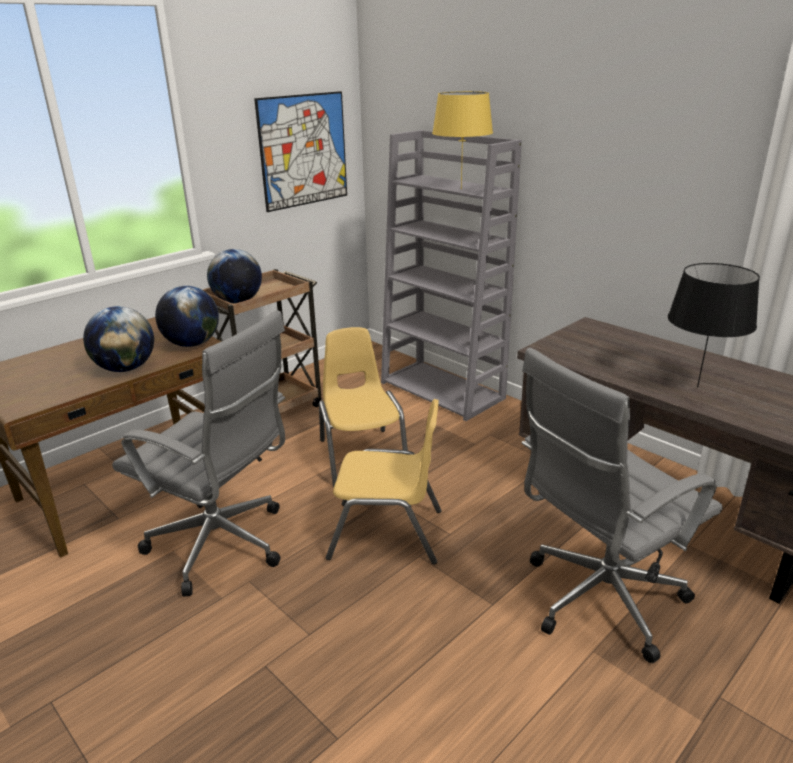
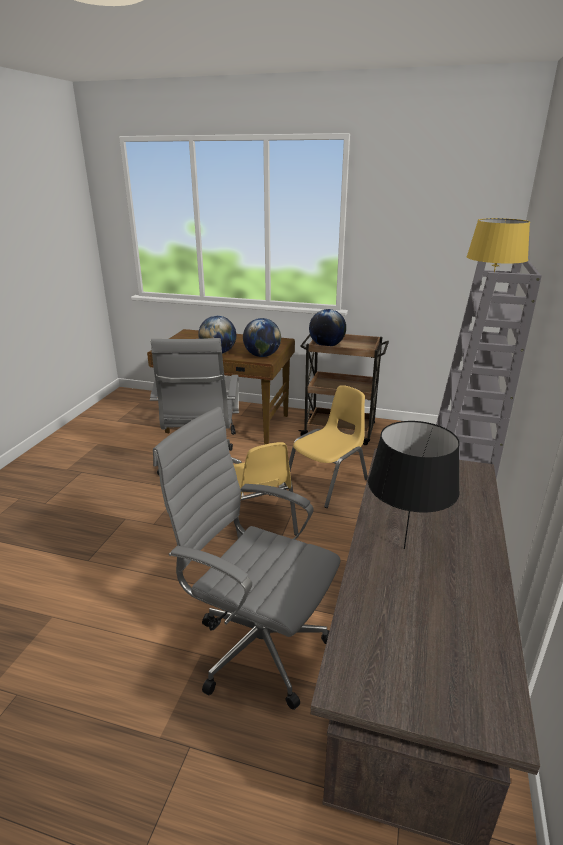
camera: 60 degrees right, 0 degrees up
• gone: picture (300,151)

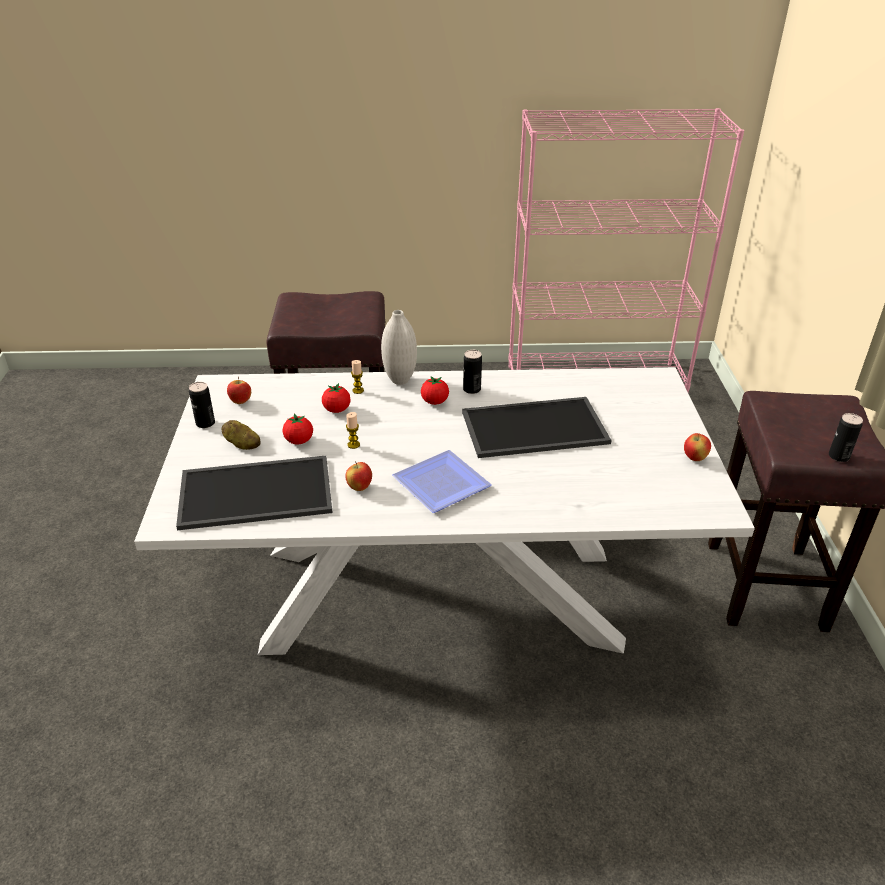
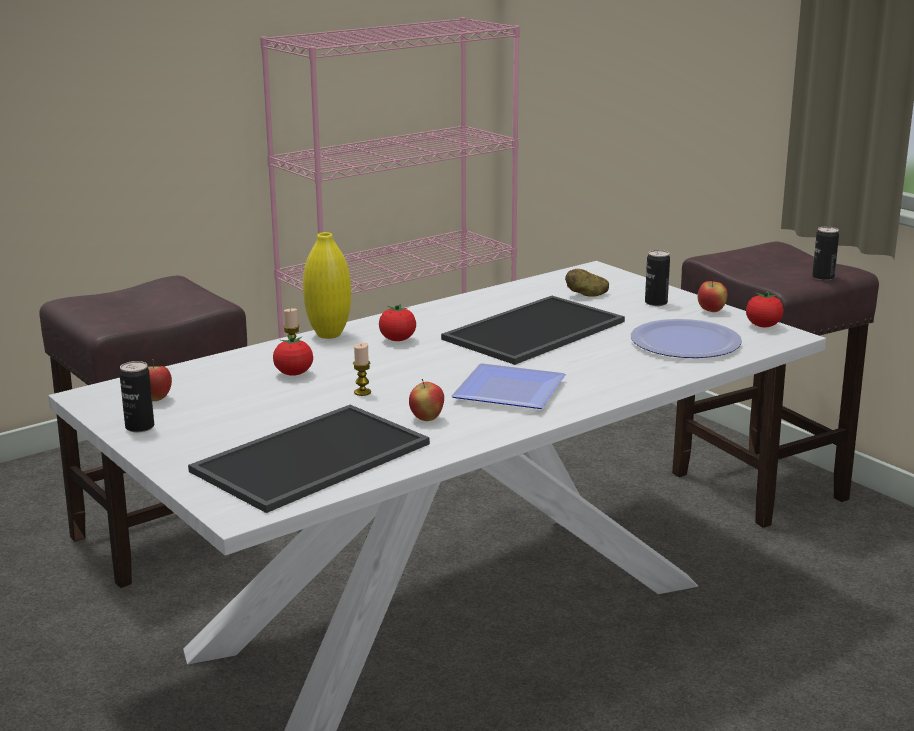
camera: 35 degrees left, 15 degrees down
• new: plate (686,338)
• shifted: potato (241,435) to (587,283)
• shifted: whole tomato (297,429) to (764,309)
• shifted: sealed can (472,372) to (657,278)
• repainted: flower vase in whitish (399,347) to flower vase in yellowish (327,285)

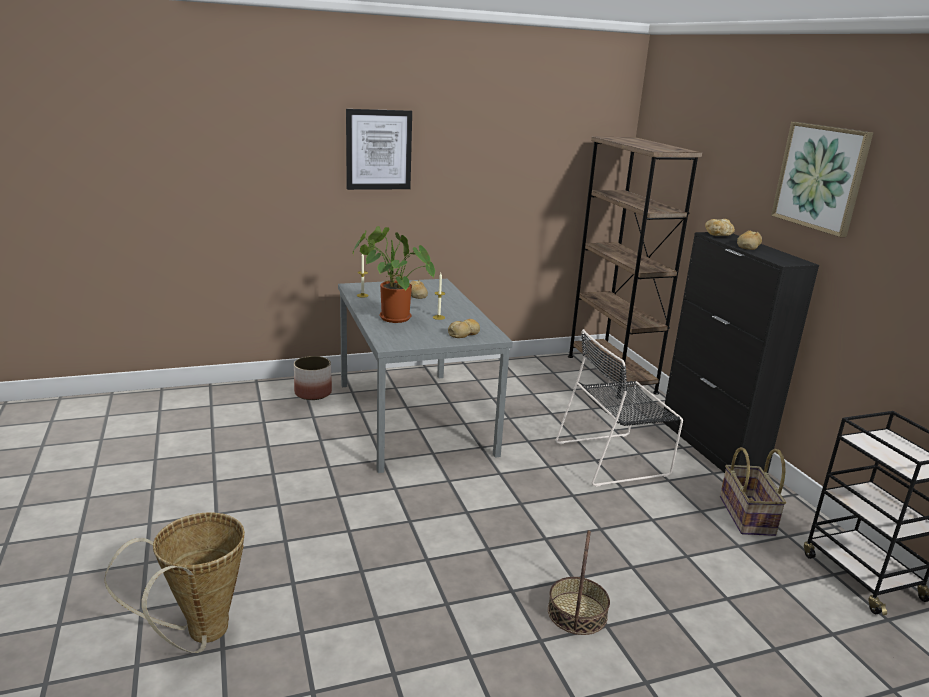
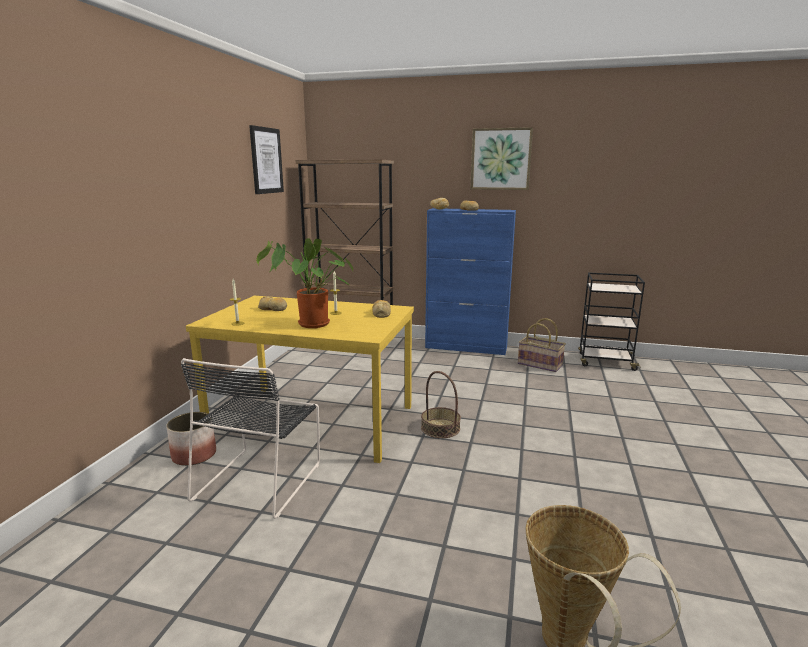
camera: 55 degrees left, 5 degrees down
• shifted: picture (379,149) to (266,159)
• shifted: household basket (579,582) to (441,404)
• shifted: plain chair in blackish (619,408) to (250,438)
• repainted: dining table in greyish (425,376) to dining table in yellowish (300,379)
• repainted: storage cabinet in blackish (740,352) to storage cabinet in blue-coloured (470,281)

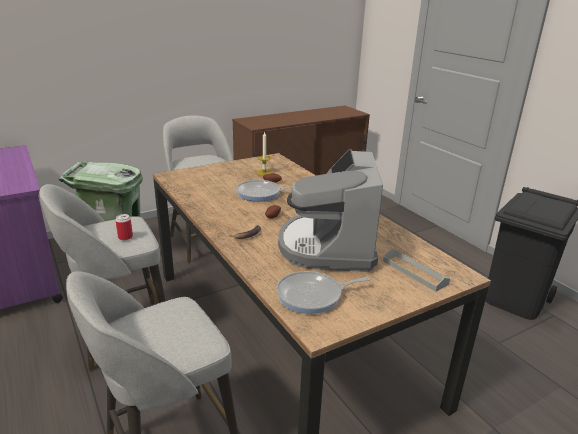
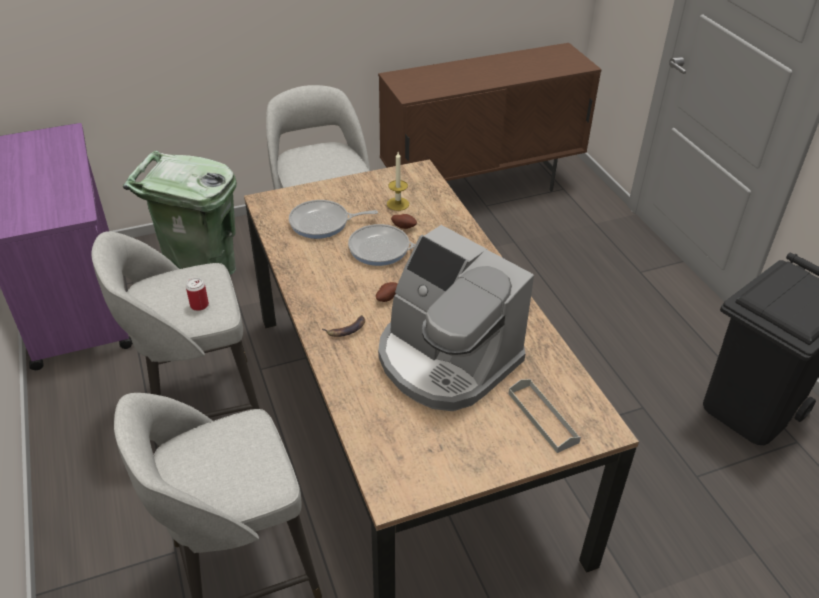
camera: 10 degrees right, 15 degrees up
• shifted: skillet (323,292) to (333,219)
• rotated: coffee maker (330,210) = (456,318) 60 degrees counterclockwise

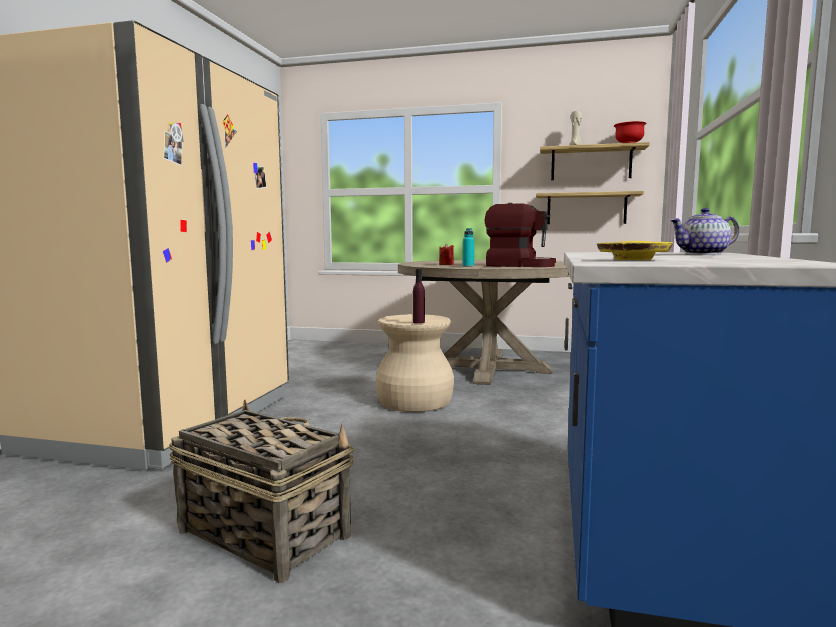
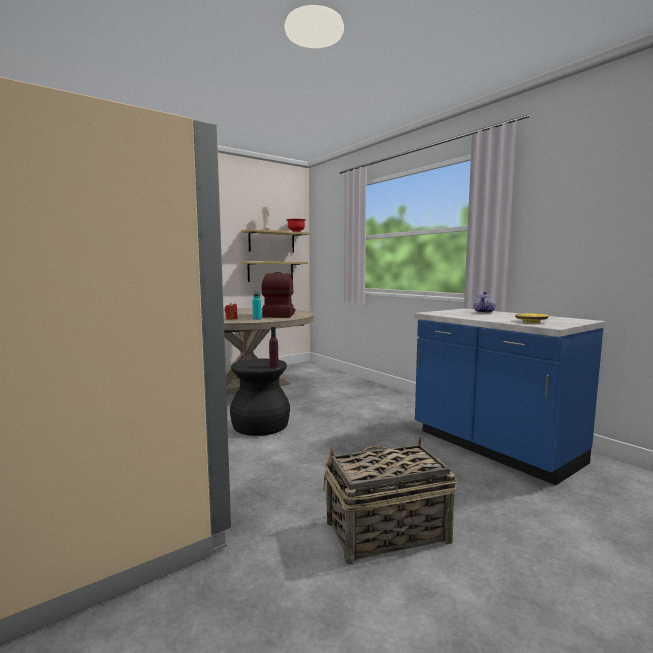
camera: 50 degrees left, 0 degrees up
• repainted: stool seat in beige (415,363) to stool seat in blackish (260,397)
• rotated: coffee maker (520,235) = (278,295) 60 degrees counterclockwise

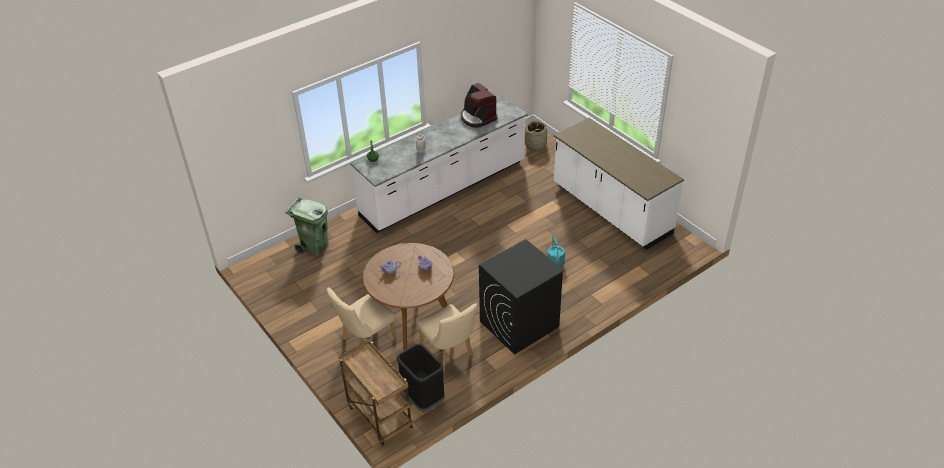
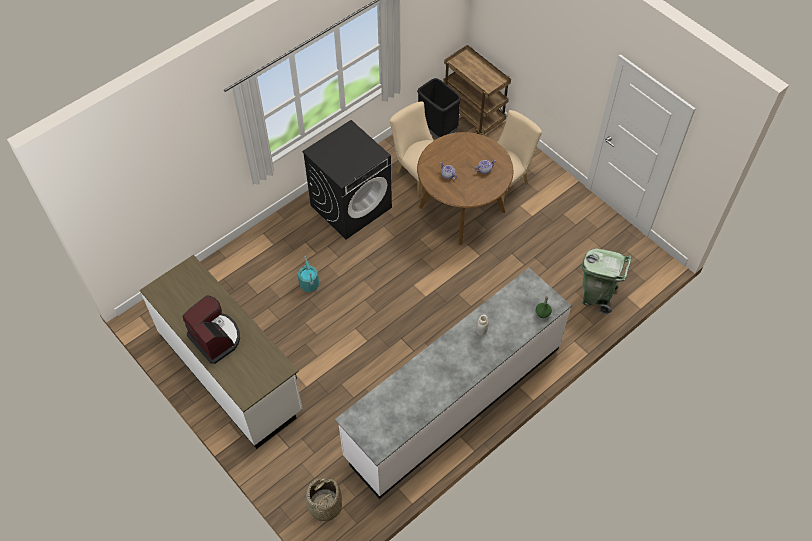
camera: 175 degrees right, 15 degrees up
• shifted: coffee maker (479,105) to (211,329)

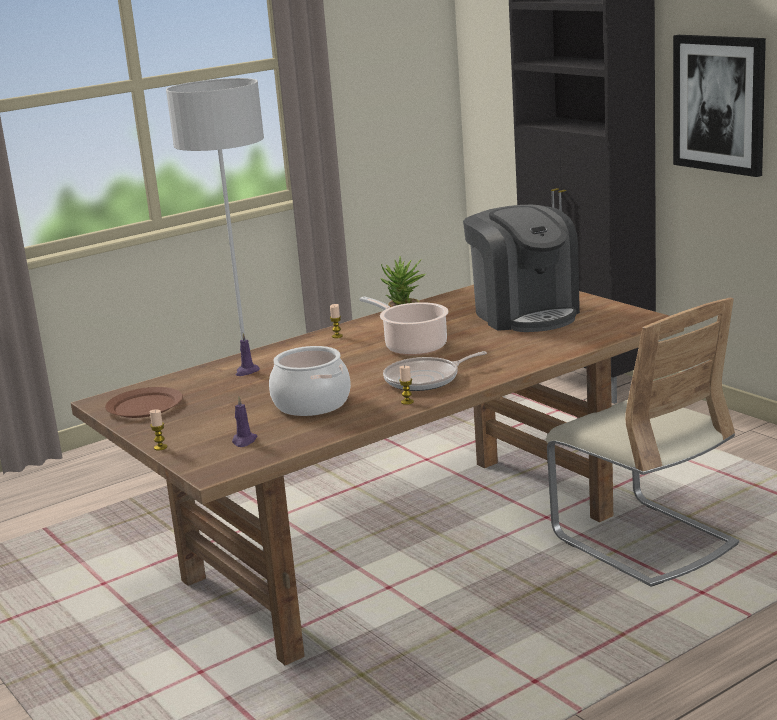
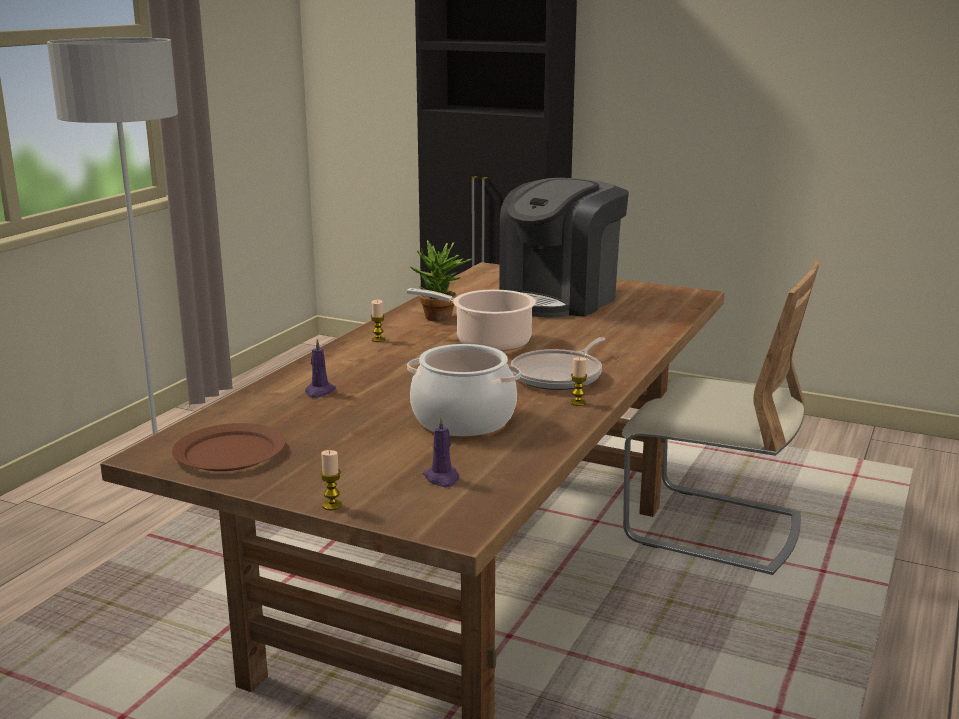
camera: 30 degrees left, 0 degrees up
• gone: picture (719,106)
• rotated: coffee maker (521,268) = (564,248) 90 degrees clockwise

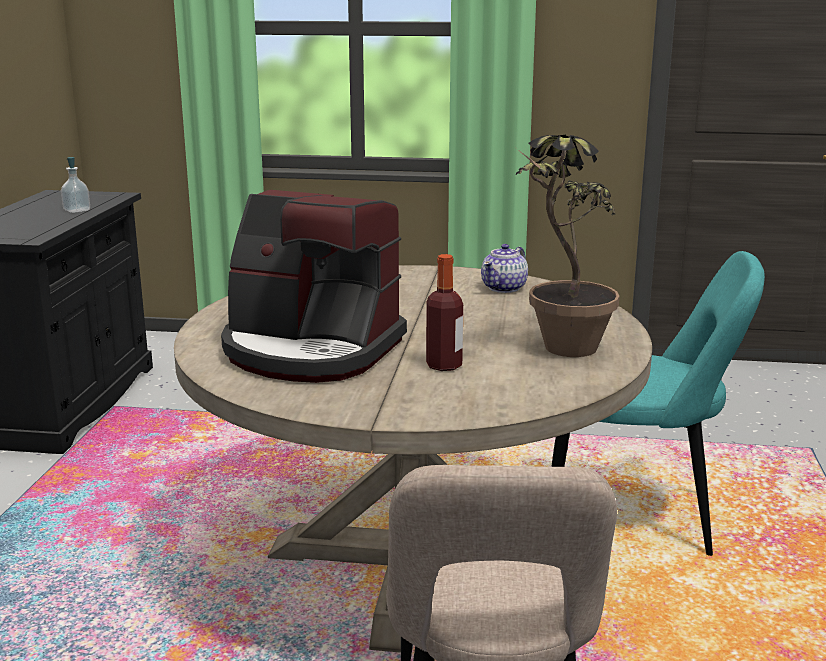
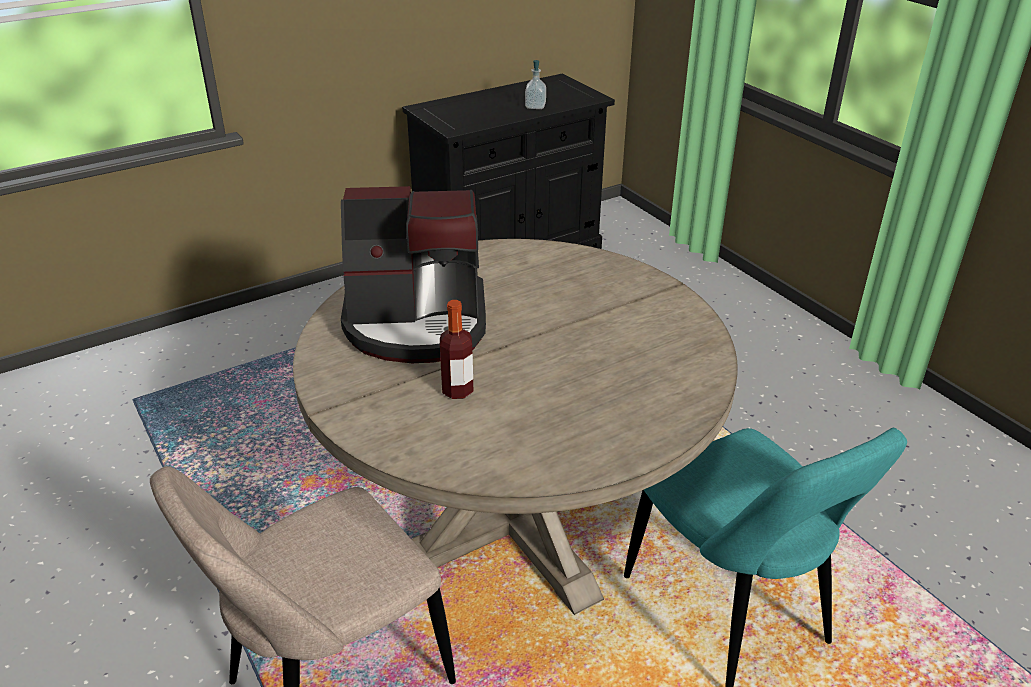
camera: 50 degrees right, 15 degrees up
• gone: pot for tea (504,268)
• gone: potted plant (567,245)
• rotated: coffee maker (314,286) = (413,274) 75 degrees counterclockwise

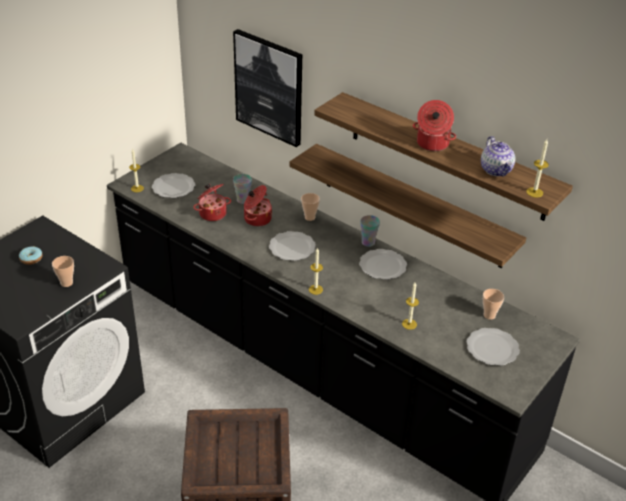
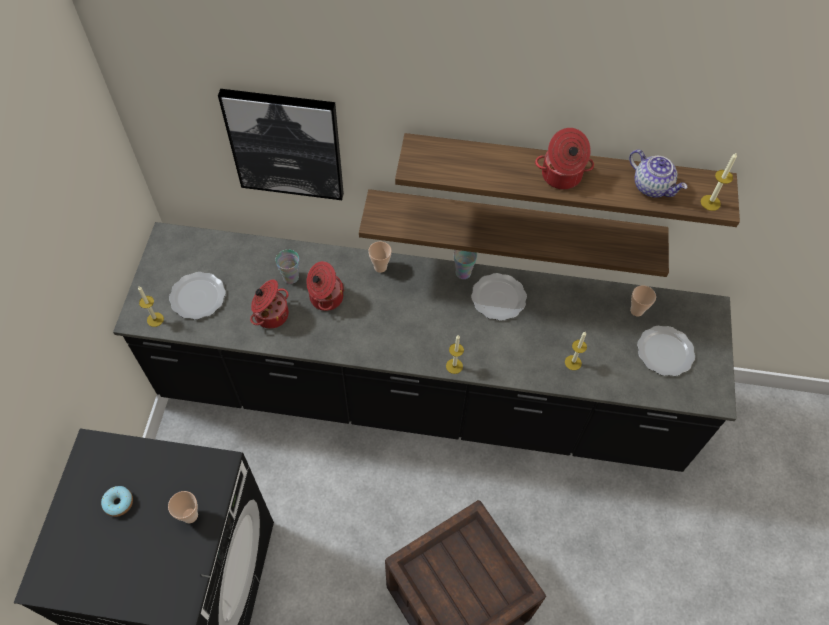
camera: 30 degrees left, 20 degrees up
• gone: plate (292,246)

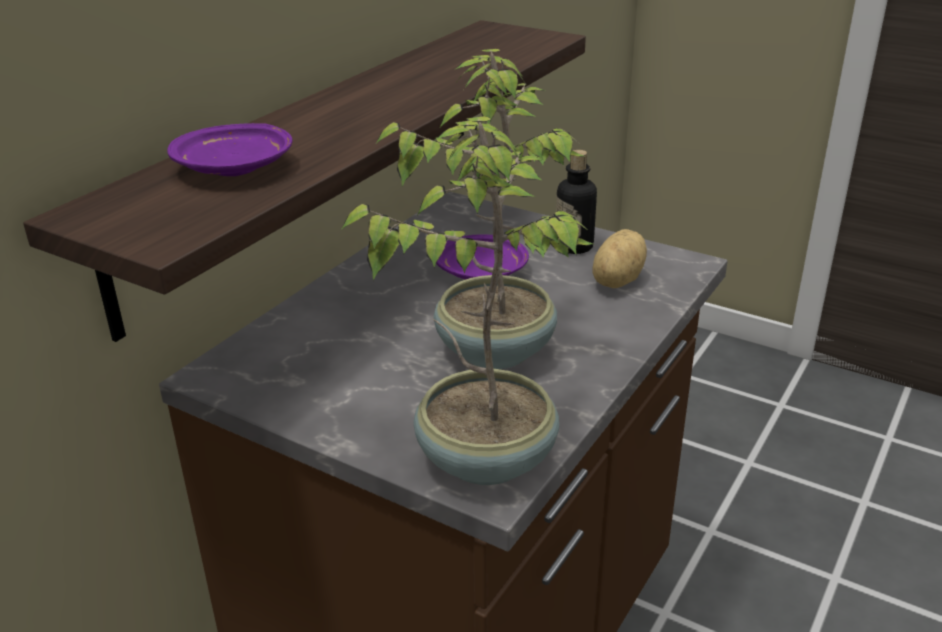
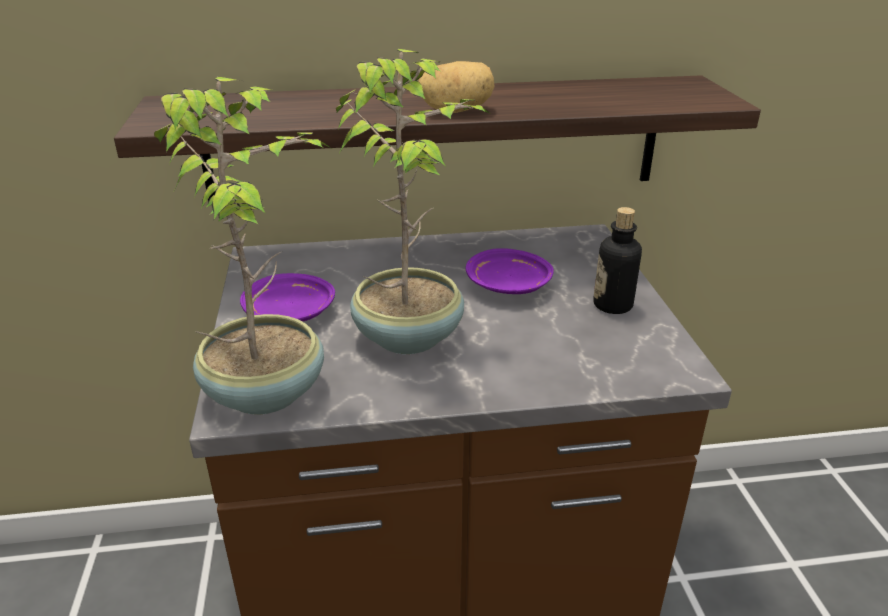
camera: 50 degrees right, 0 degrees up
• shifted: plate in purple (229,149) to (287,297)
• shifted: potato (619,258) to (456,87)

